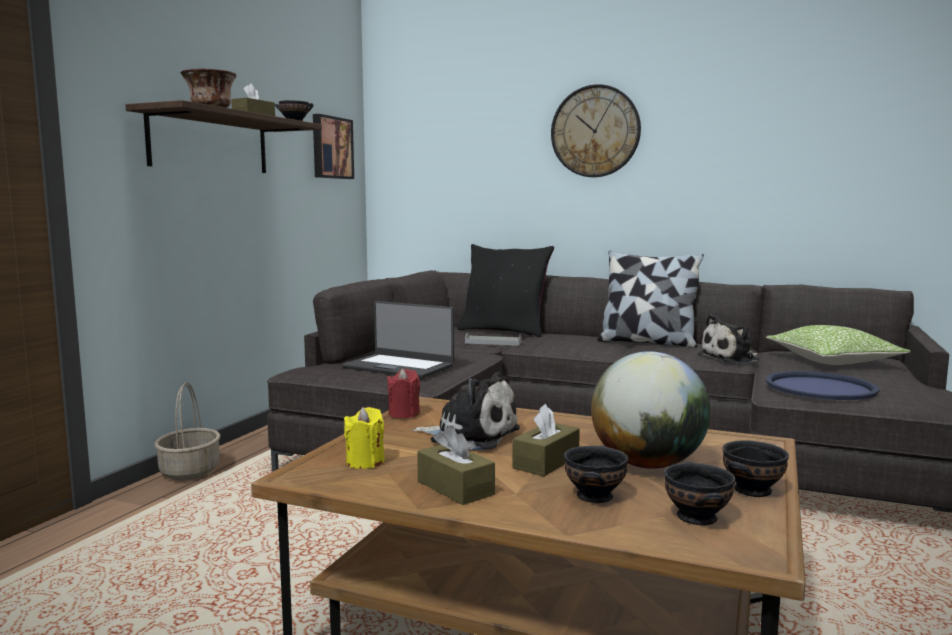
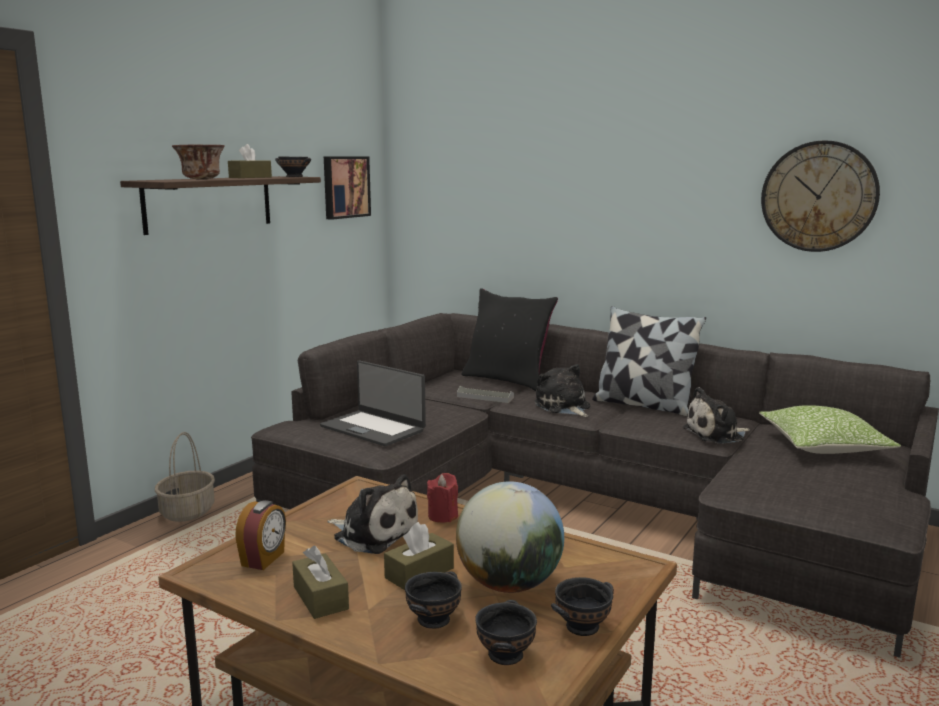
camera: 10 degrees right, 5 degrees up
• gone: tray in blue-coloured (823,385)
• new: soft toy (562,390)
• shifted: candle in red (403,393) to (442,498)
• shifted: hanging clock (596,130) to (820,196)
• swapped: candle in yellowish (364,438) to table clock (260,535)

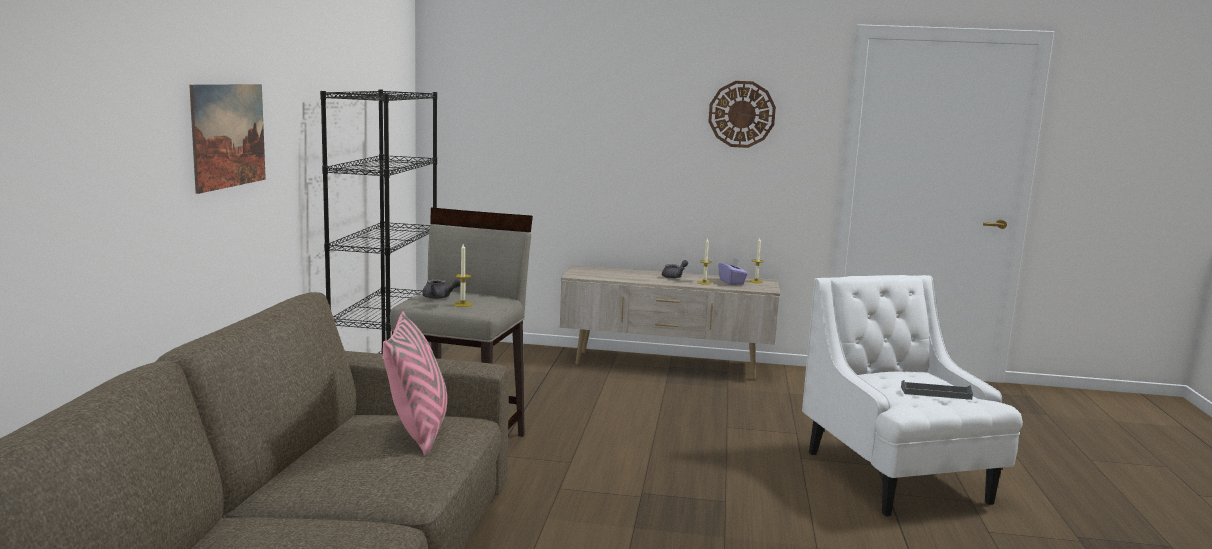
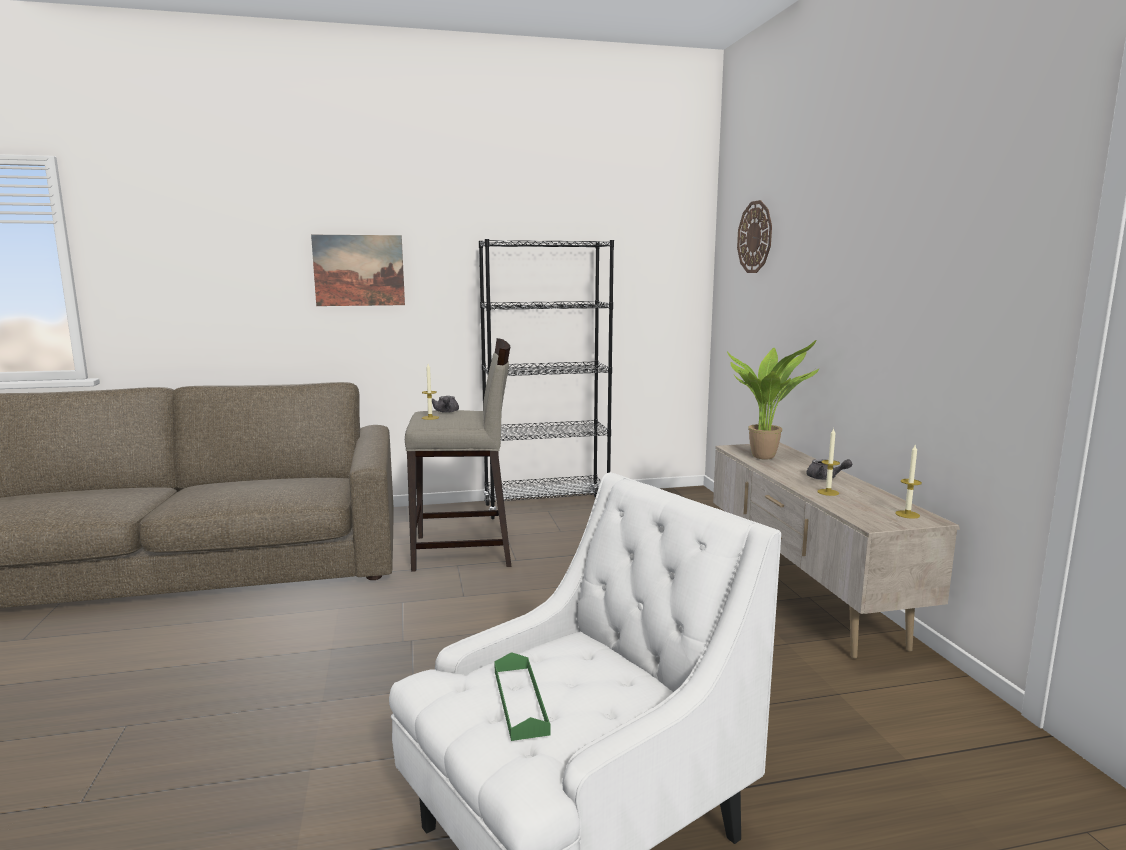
camera: 70 degrees right, 0 degrees up
• gone: throw pillow in pink-coloured (414,383)
• gone: box of tissues in purple (733,271)
• new: potted plant (773,399)
• shifted: hanging clock (742,114) to (754,236)
• repainted: tray in greyish (937,390) to tray in greenish (522,696)

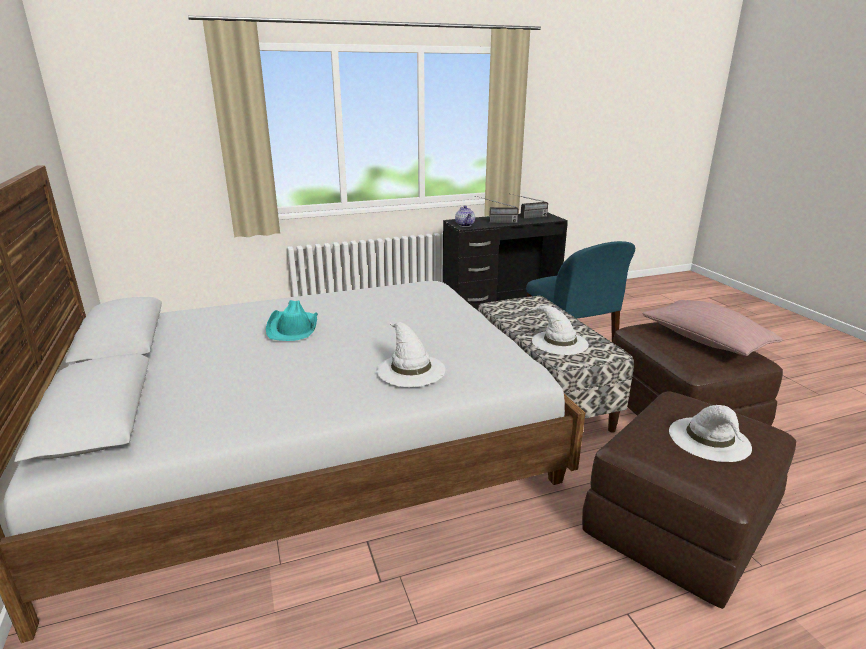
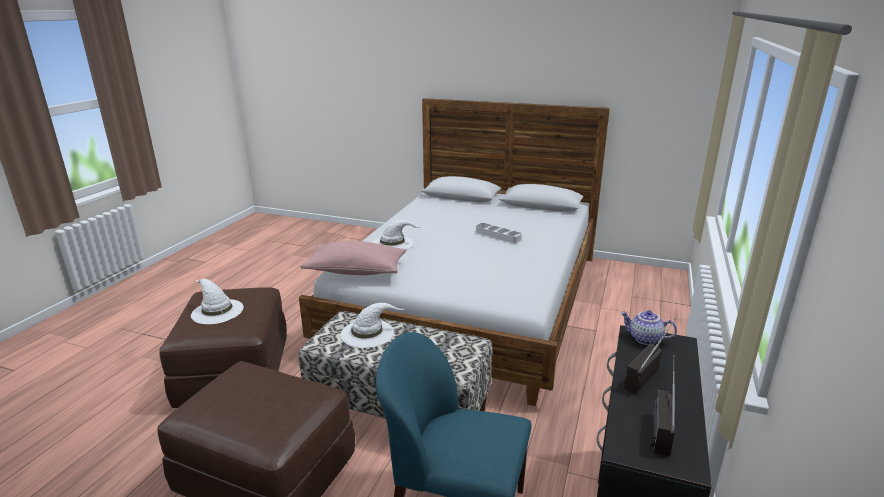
camera: 130 degrees right, 0 degrees up
• shifted: throw pillow in pink-coloured (712,328) to (353,258)
• swapped: hat in turquoise (292,320) to tray in greyish (499,233)

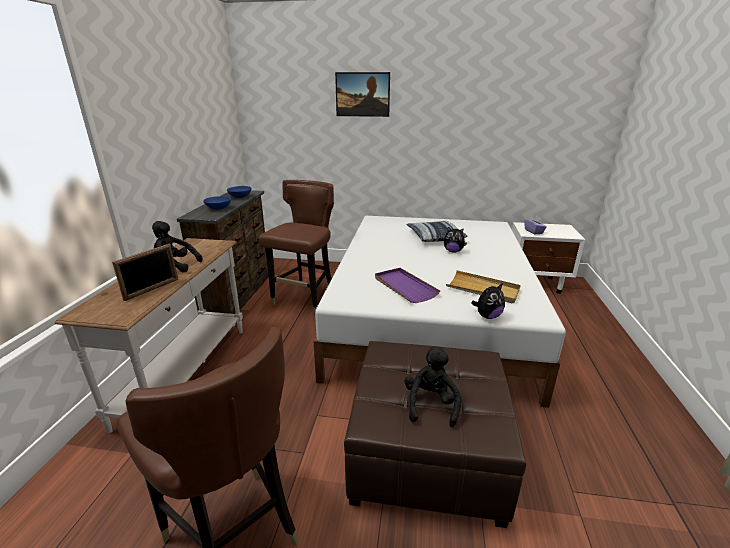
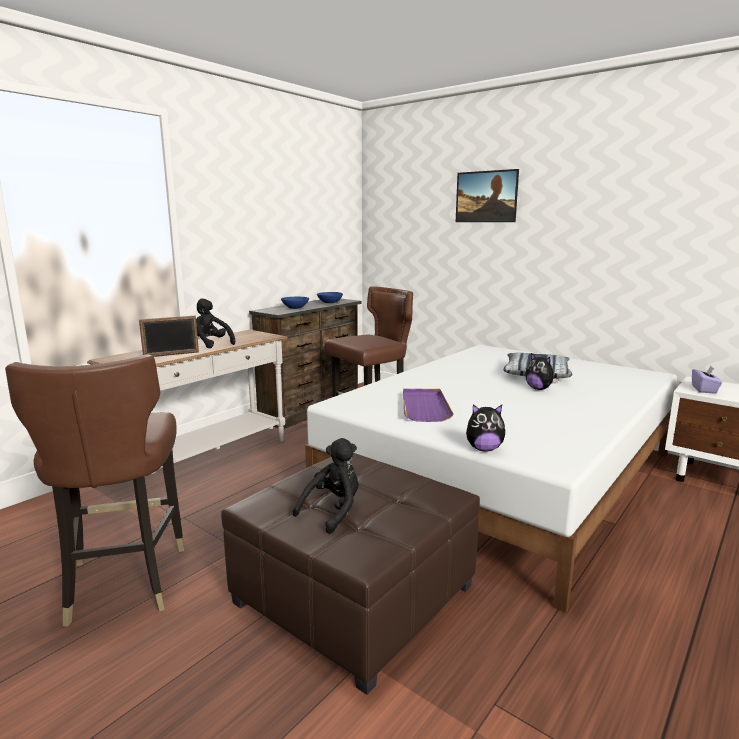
camera: 30 degrees right, 10 degrees down
• gone: tray in beige (483,286)

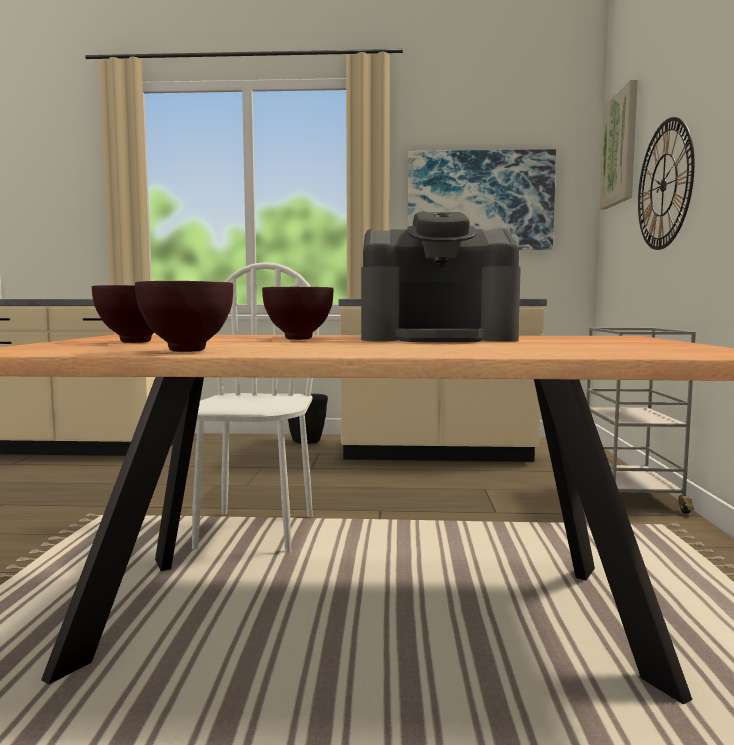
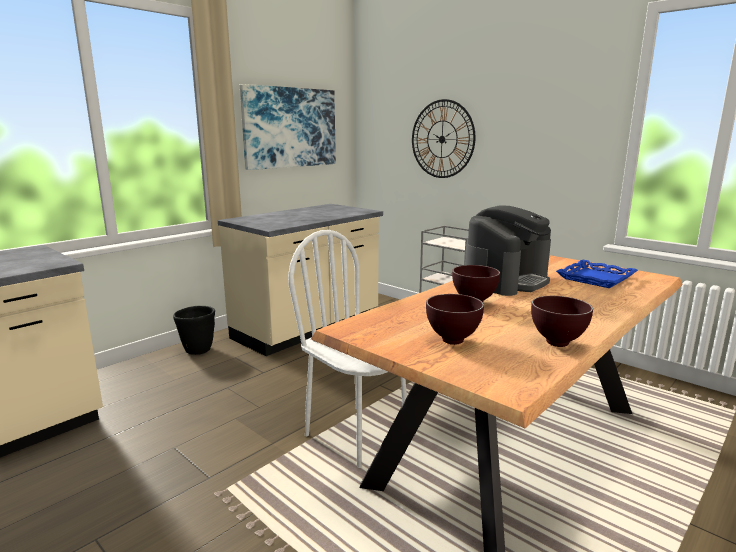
camera: 50 degrees left, 10 degrees up
• gone: picture (619,144)
• new: tray in blue-coloured (597,274)

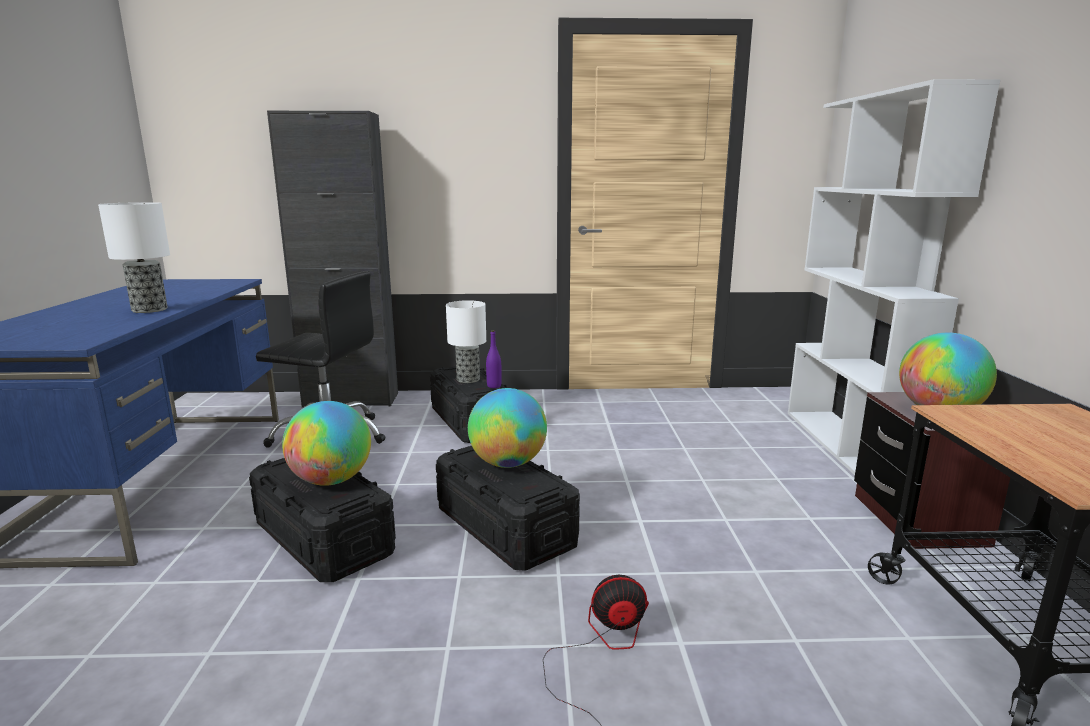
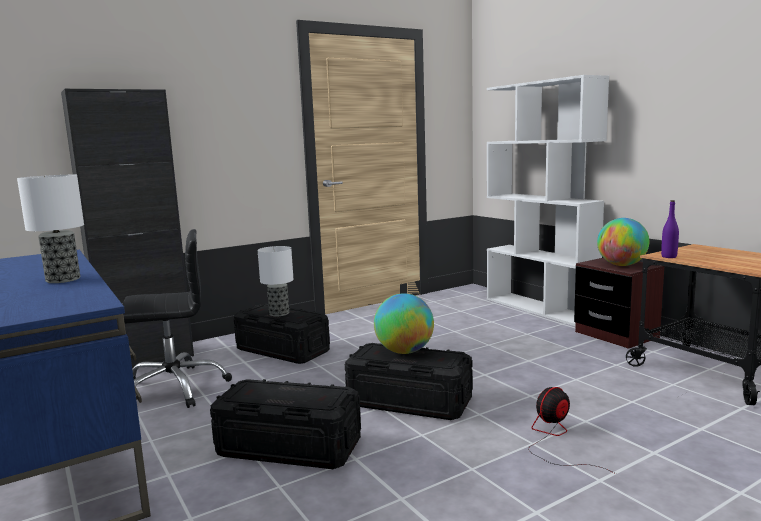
camera: 30 degrees left, 5 degrees down
• gone: world globe (326,443)
• shifted: beverage bottle in purple (494,359) to (670,229)

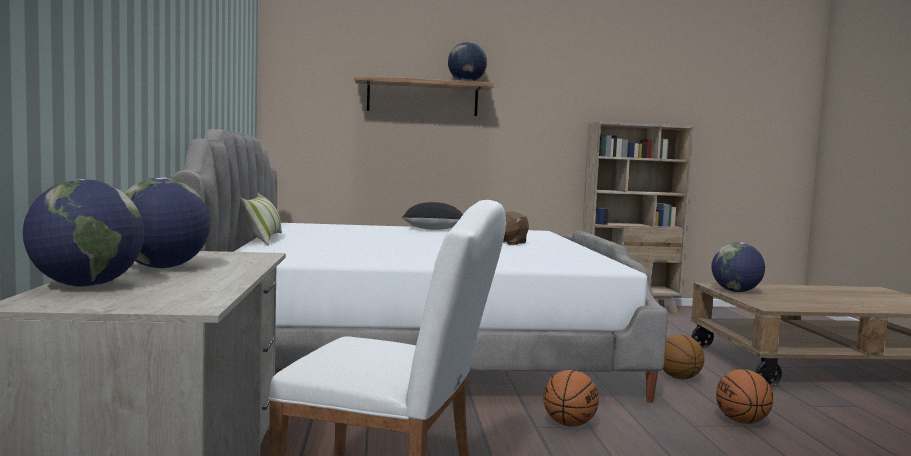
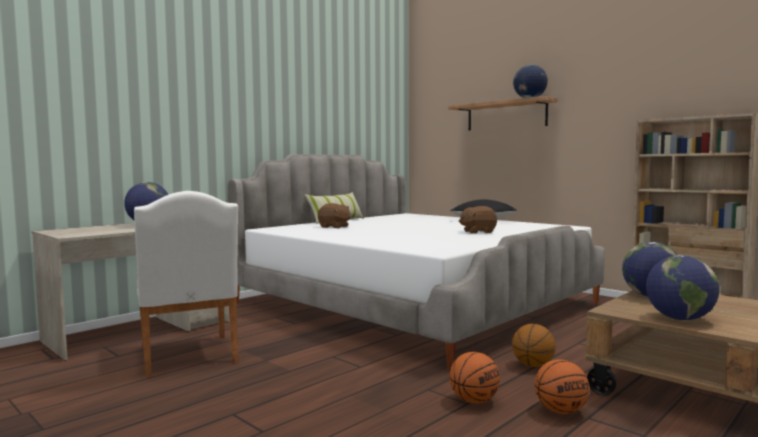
camera: 50 degrees right, 0 degrees up
• new: soft toy in brownish (334,215)
• shifted: world globe (83,233) to (682,287)
• shifted: basketball (571,398) to (562,387)

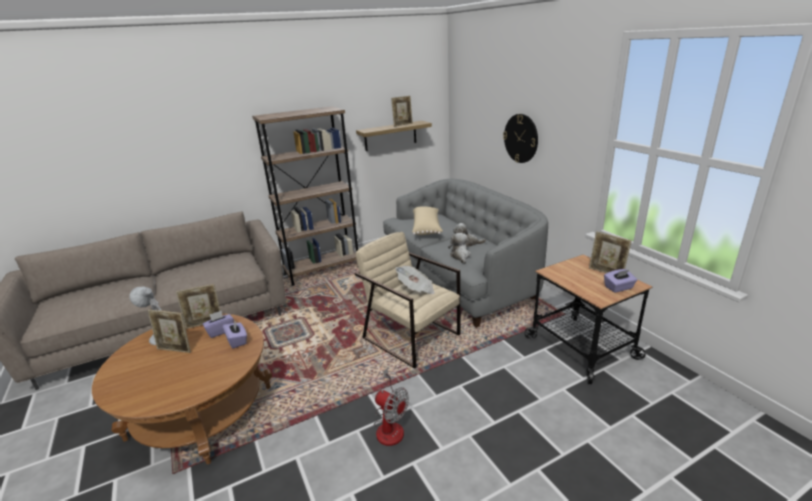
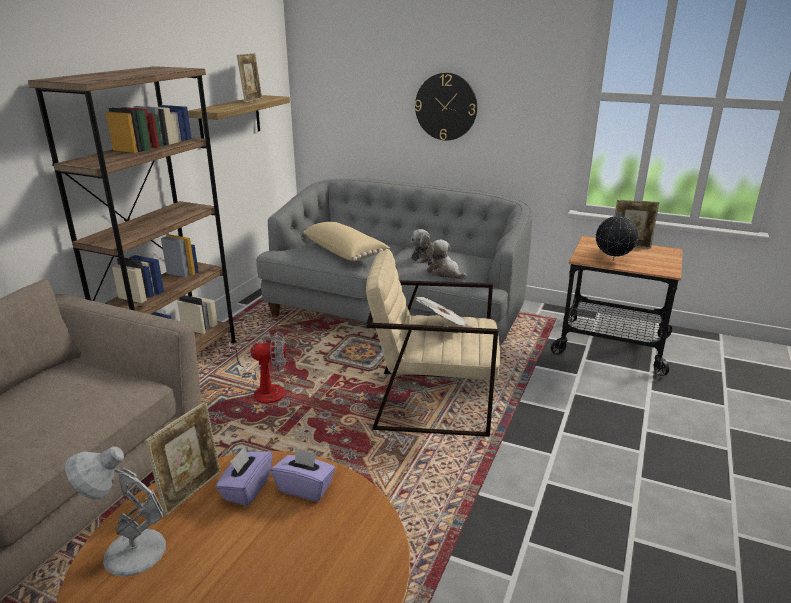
camera: 40 degrees left, 0 degrees up
• gone: picture frame (169,331)
• gone: box of tissues in purple (620,281)
• new: world globe (617,236)
• shifted: fan (391,407) to (258,367)

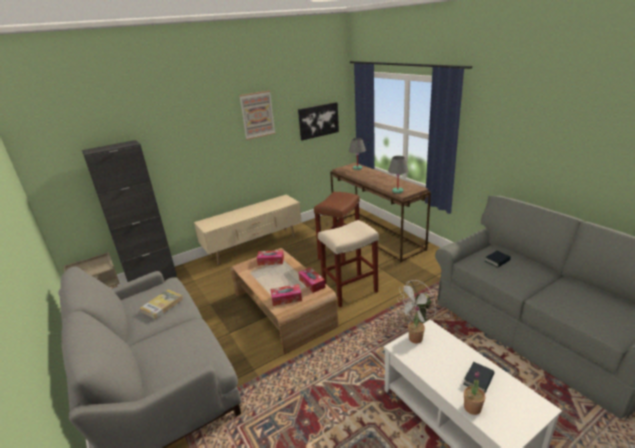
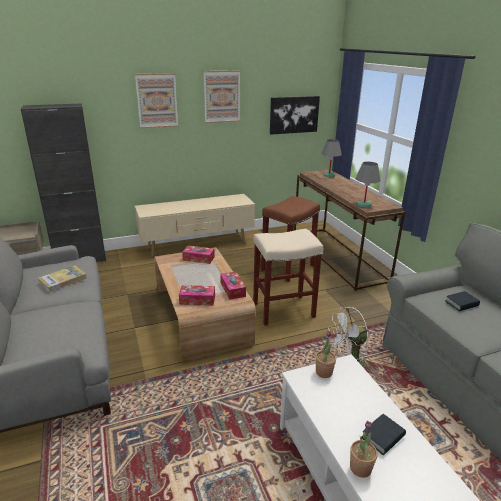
camera: 10 degrees right, 0 degrees up
• new: picture (156,100)

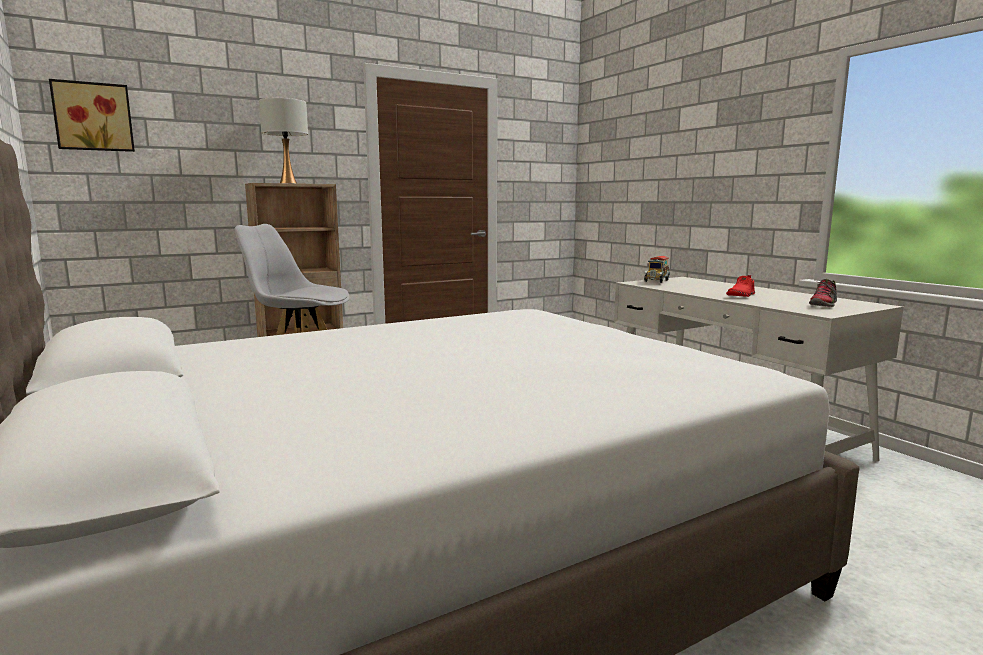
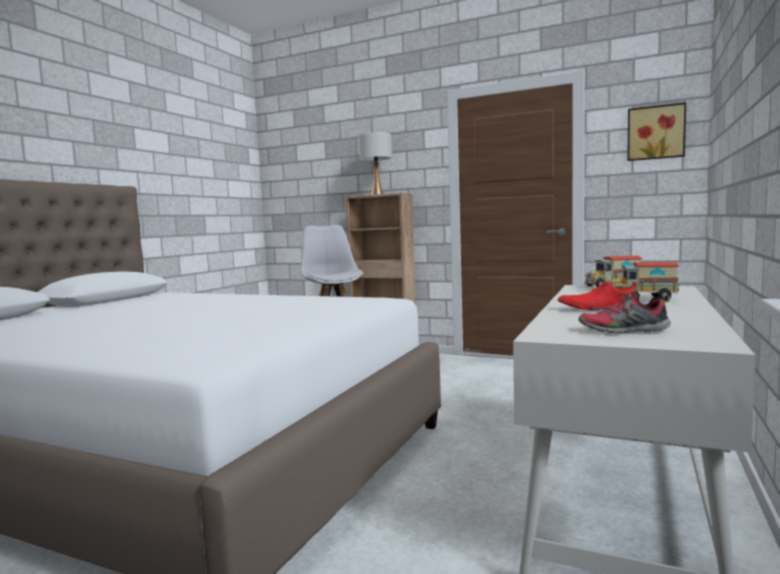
camera: 55 degrees right, 5 degrees down
• new: toy truck (644,281)
• shifted: picture (92,115) to (656,131)

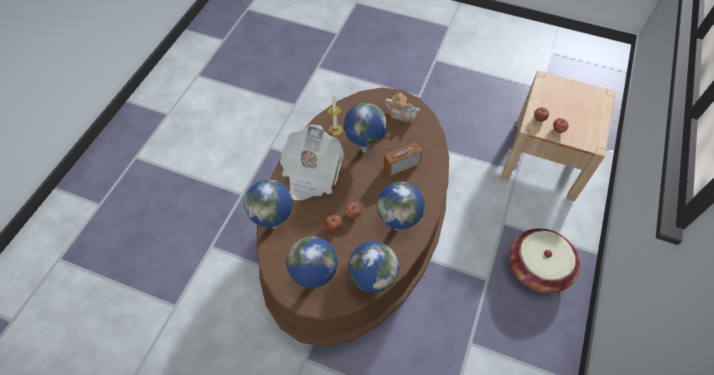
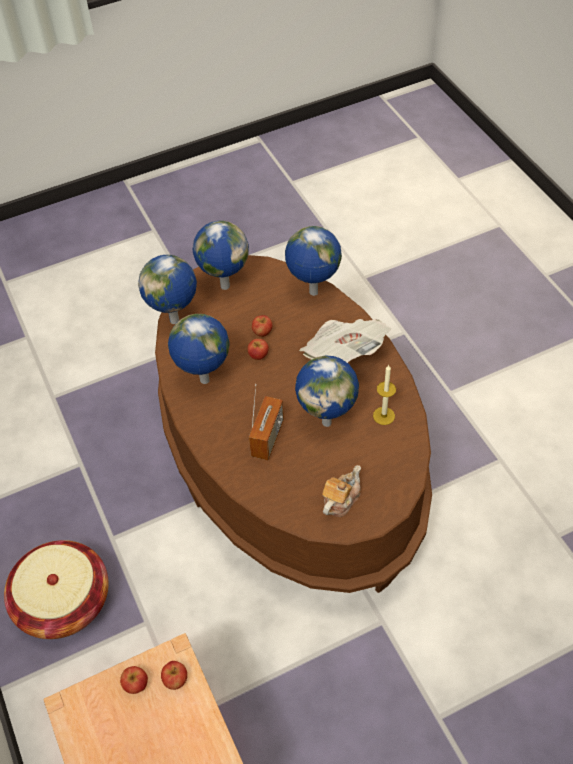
camera: 135 degrees right, 5 degrees down
• rotated: pot for tea (402,107) = (341,491) 150 degrees clockwise

